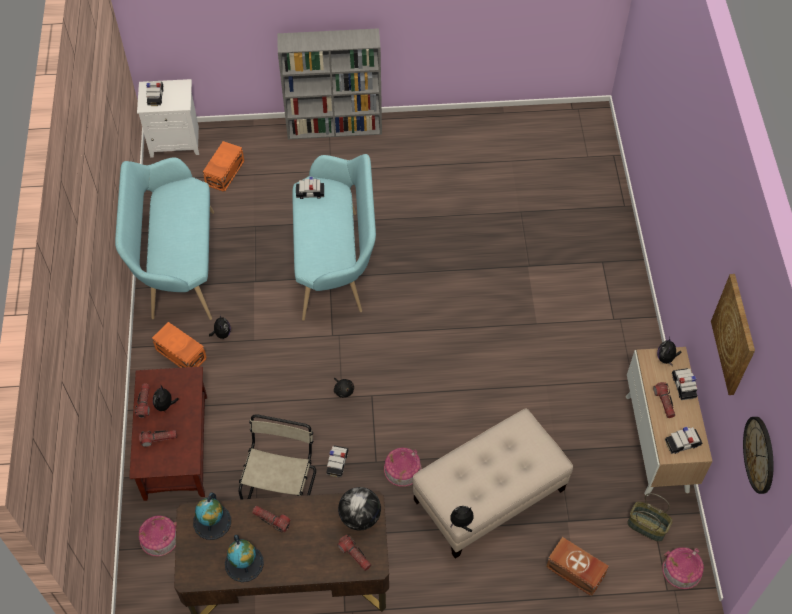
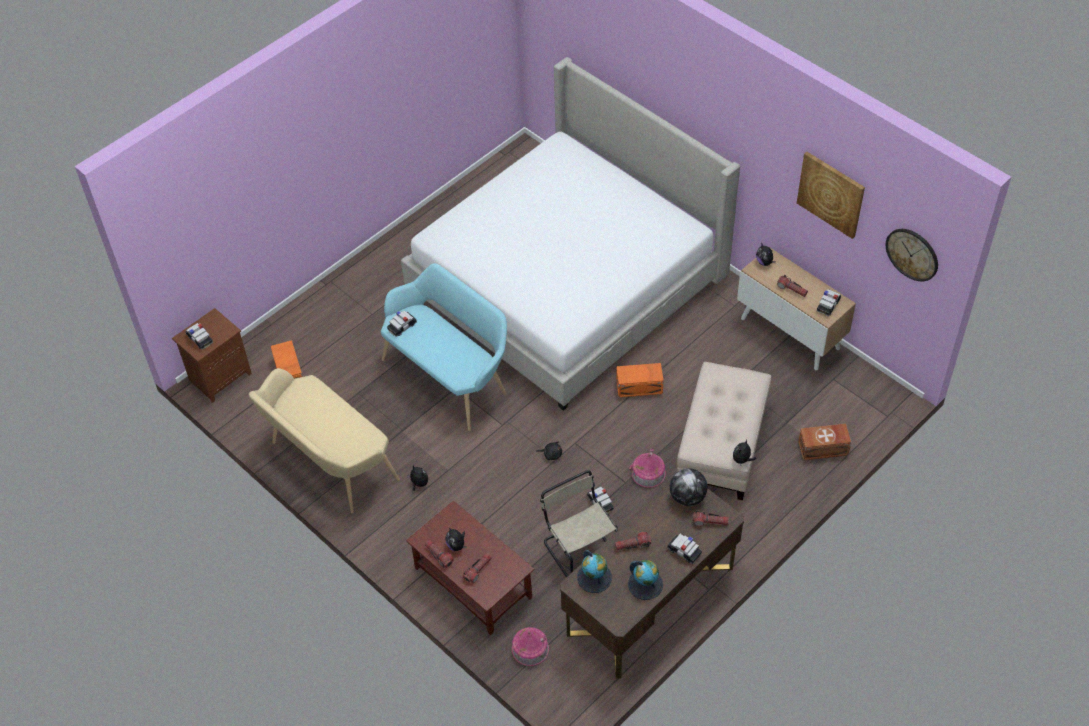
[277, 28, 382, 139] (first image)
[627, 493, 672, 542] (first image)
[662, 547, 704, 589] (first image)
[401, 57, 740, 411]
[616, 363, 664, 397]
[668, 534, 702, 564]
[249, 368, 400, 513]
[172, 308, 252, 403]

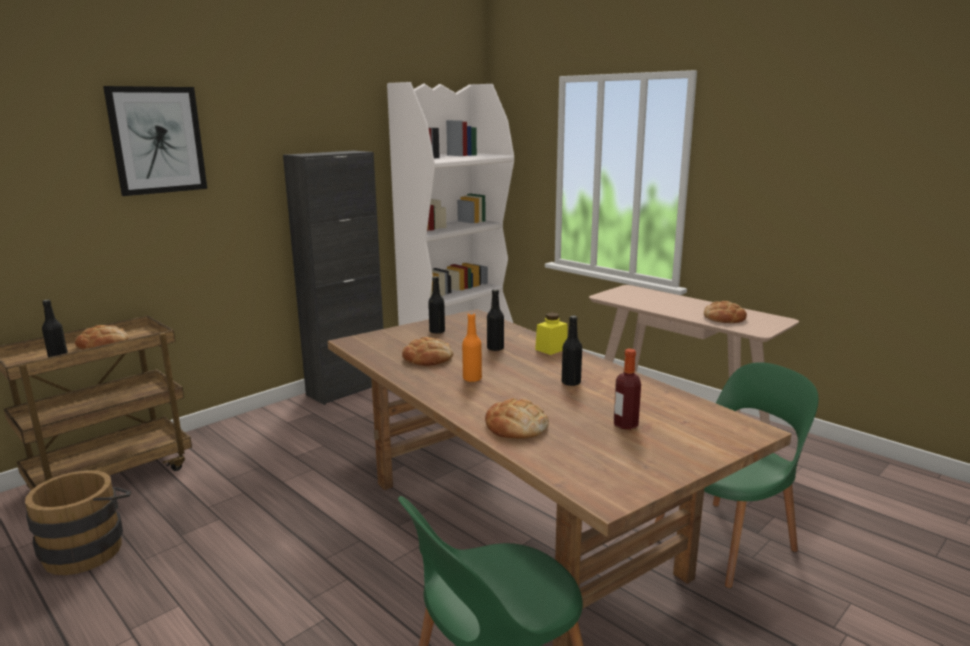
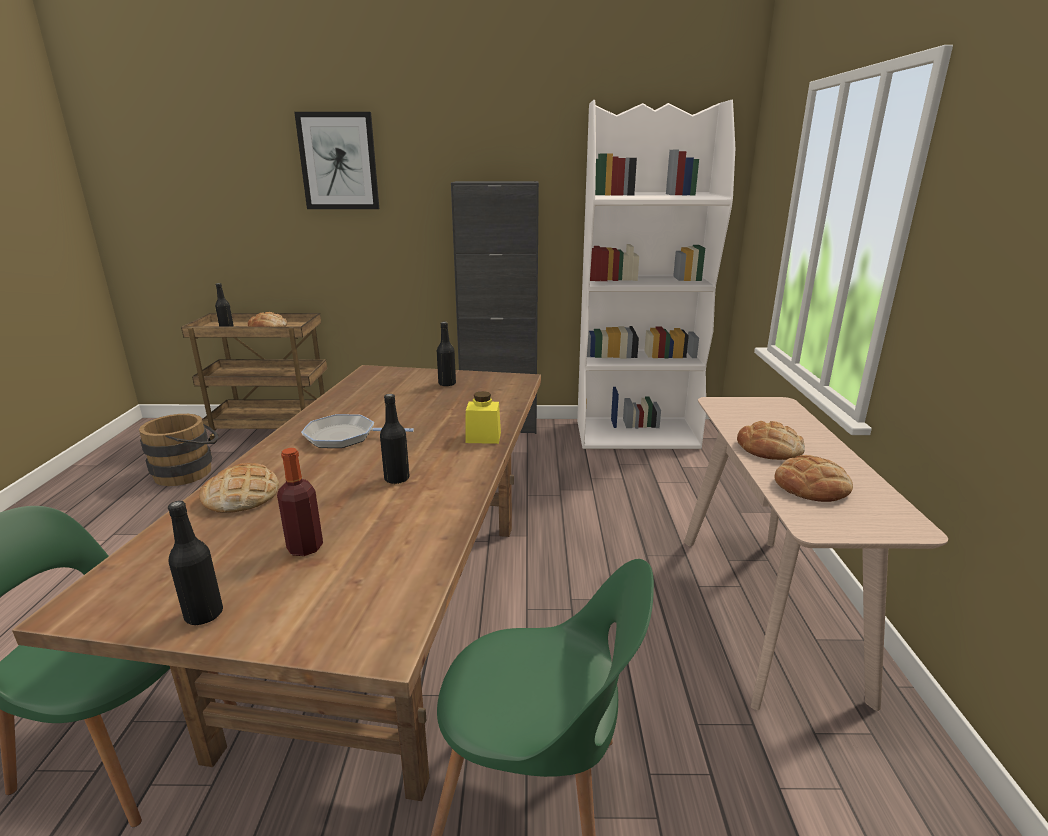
[737, 421, 805, 460]
[168, 501, 223, 626]
[301, 414, 414, 448]

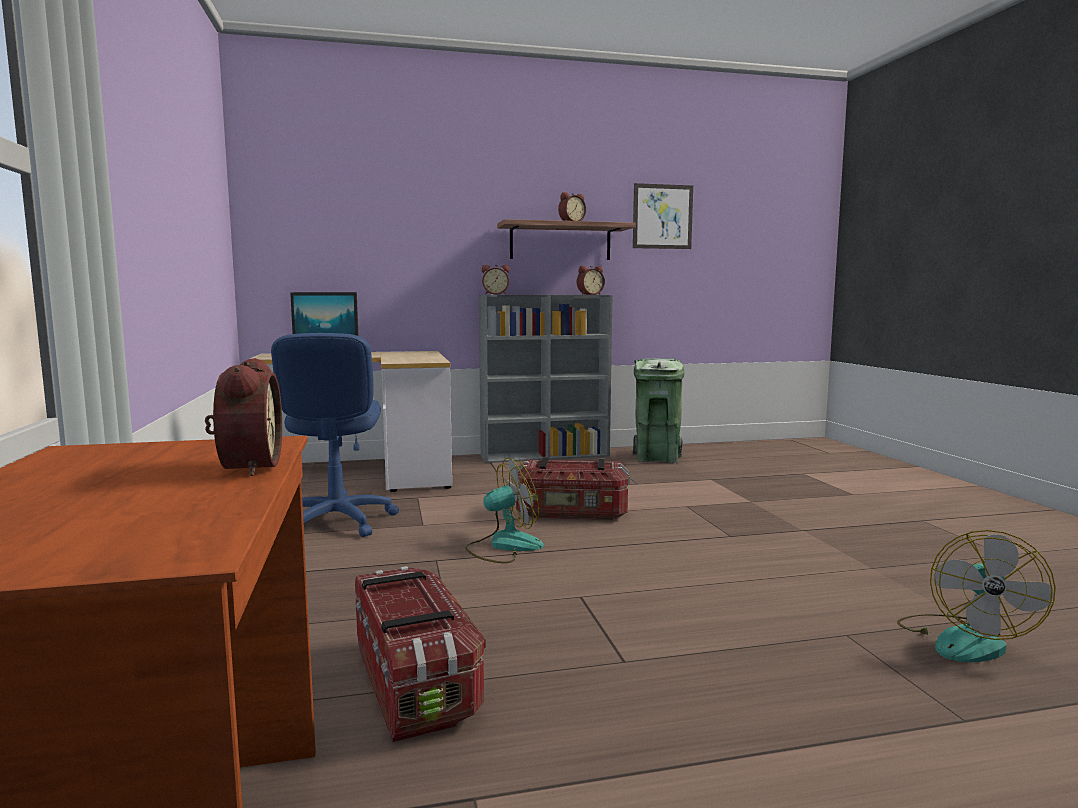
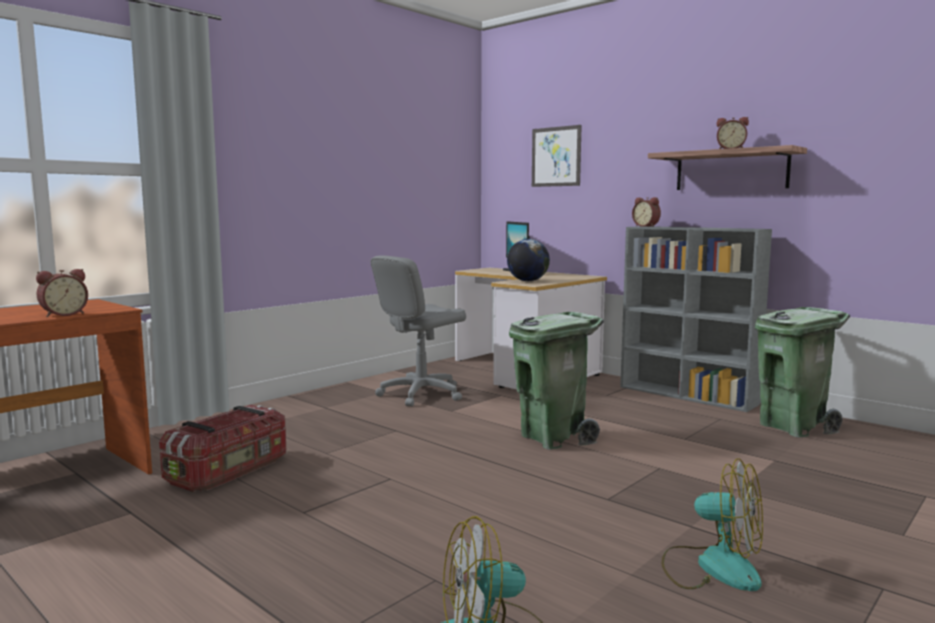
[577, 266, 605, 295] (first image)
[507, 239, 550, 281]
[662, 458, 763, 591]
[532, 125, 582, 187]
[509, 312, 604, 450]
[371, 256, 466, 407]

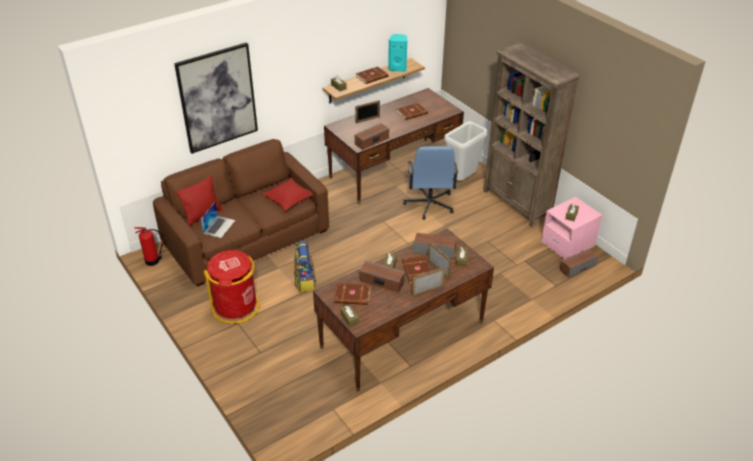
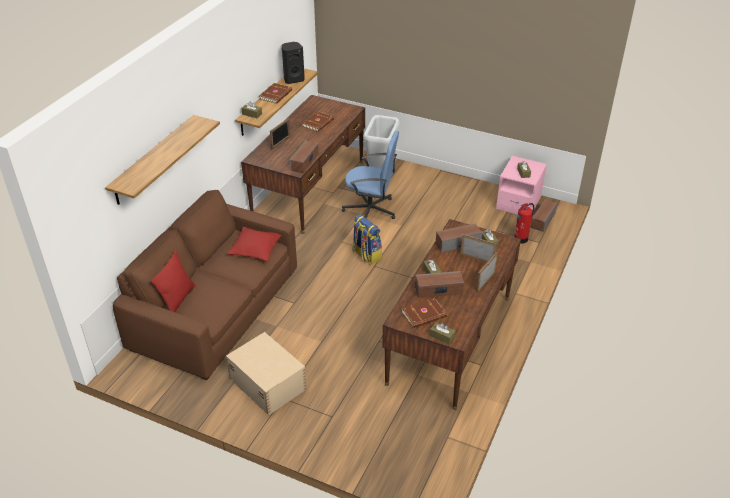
[201, 201, 235, 238] (first image)
[402, 256, 430, 284] (first image)
[483, 43, 581, 227] (first image)
[514, 203, 534, 244]
[352, 214, 382, 265]
[105, 115, 220, 205]
[226, 332, 307, 416]
[282, 42, 305, 84]
[342, 131, 399, 219]

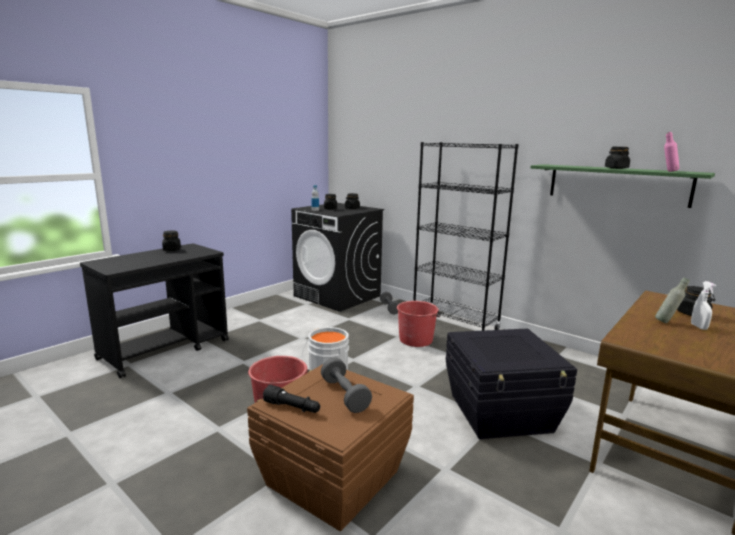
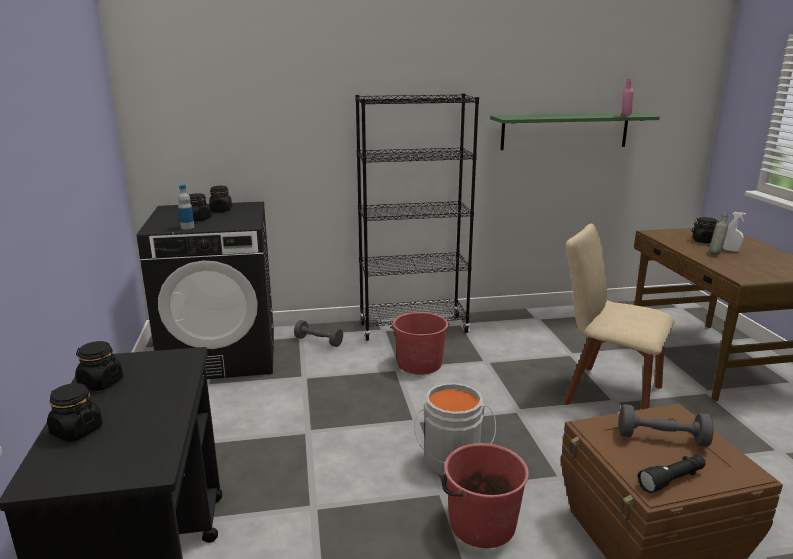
[47, 383, 102, 442]
[563, 224, 675, 410]

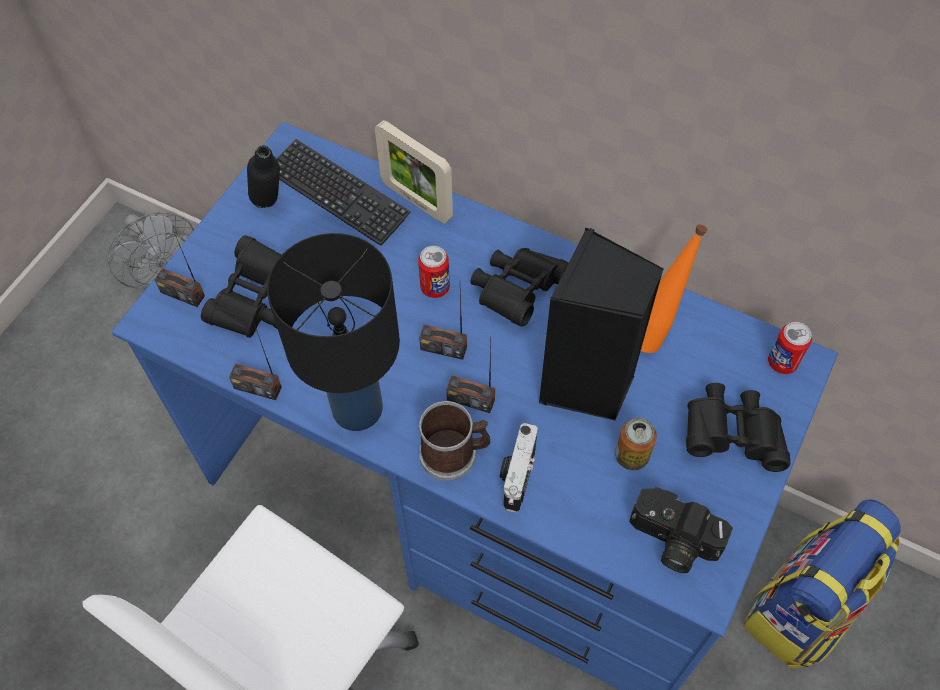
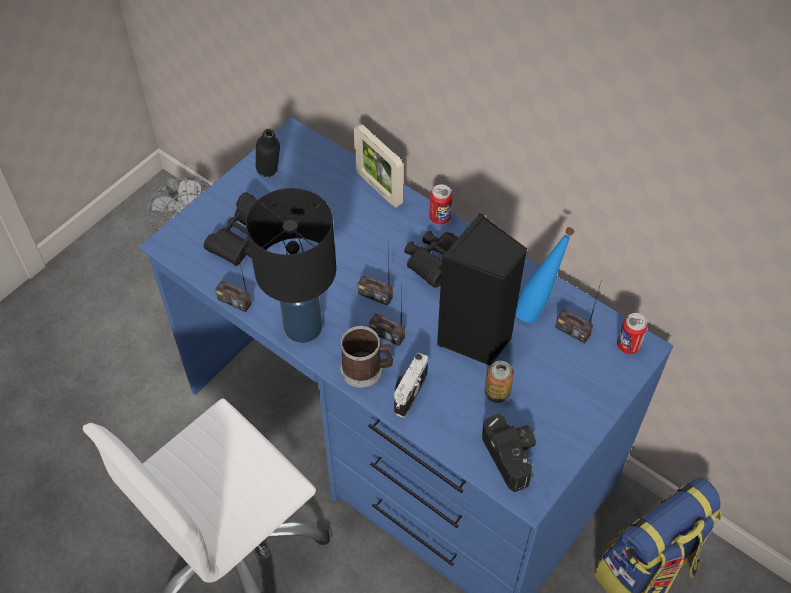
[277, 139, 411, 246] (first image)
[686, 383, 790, 472] (first image)
[555, 283, 601, 343]
[429, 184, 452, 225]
[516, 227, 575, 323]
[482, 414, 536, 492]

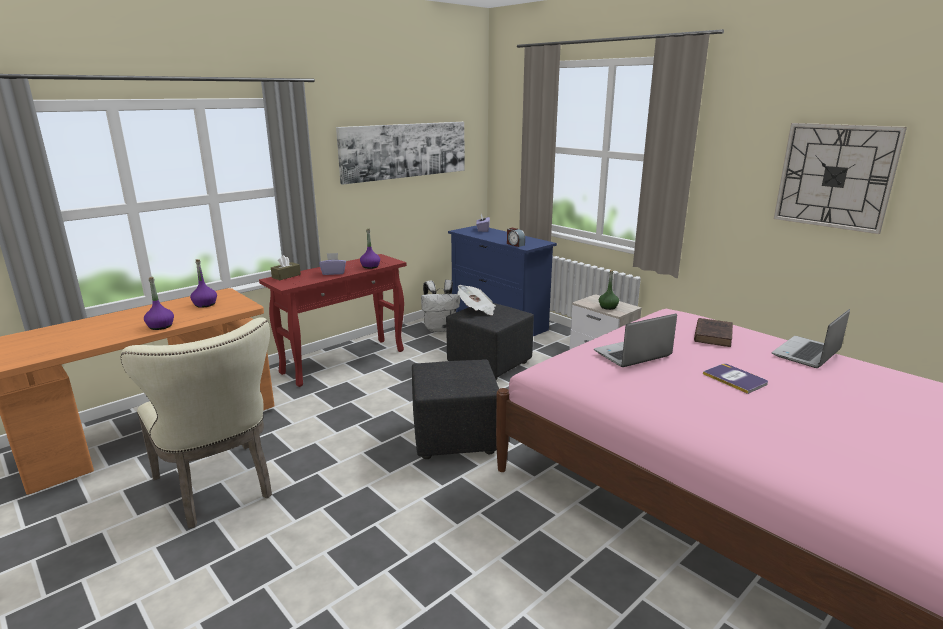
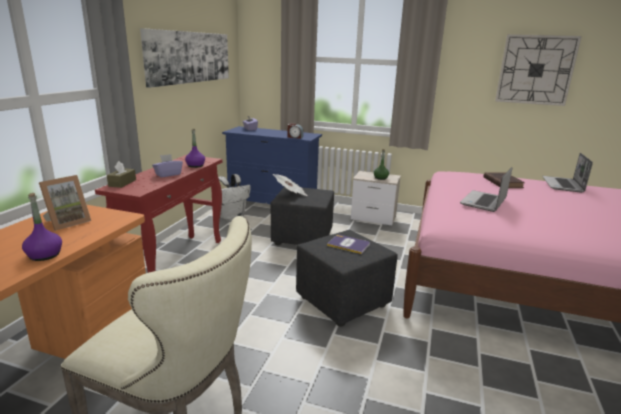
[327, 235, 370, 254]
[39, 175, 91, 231]

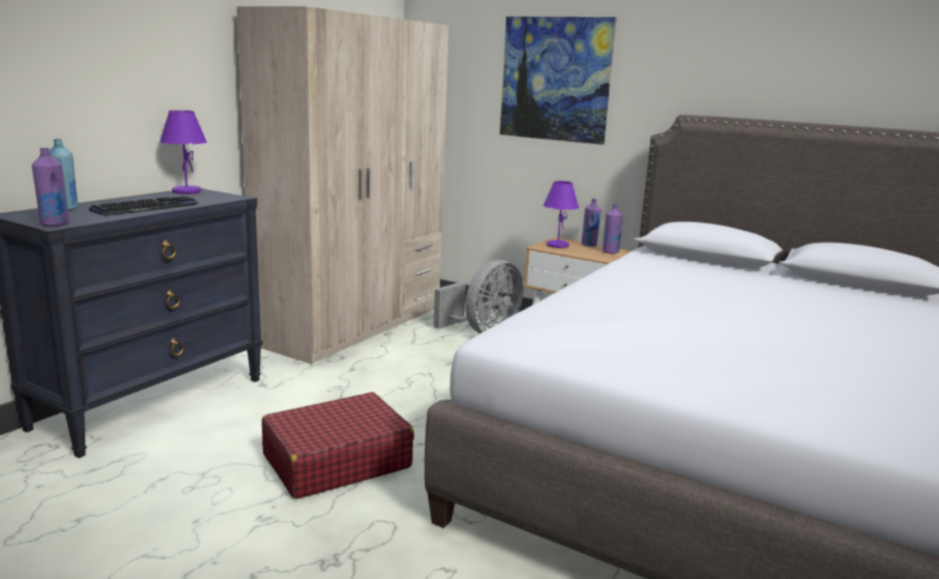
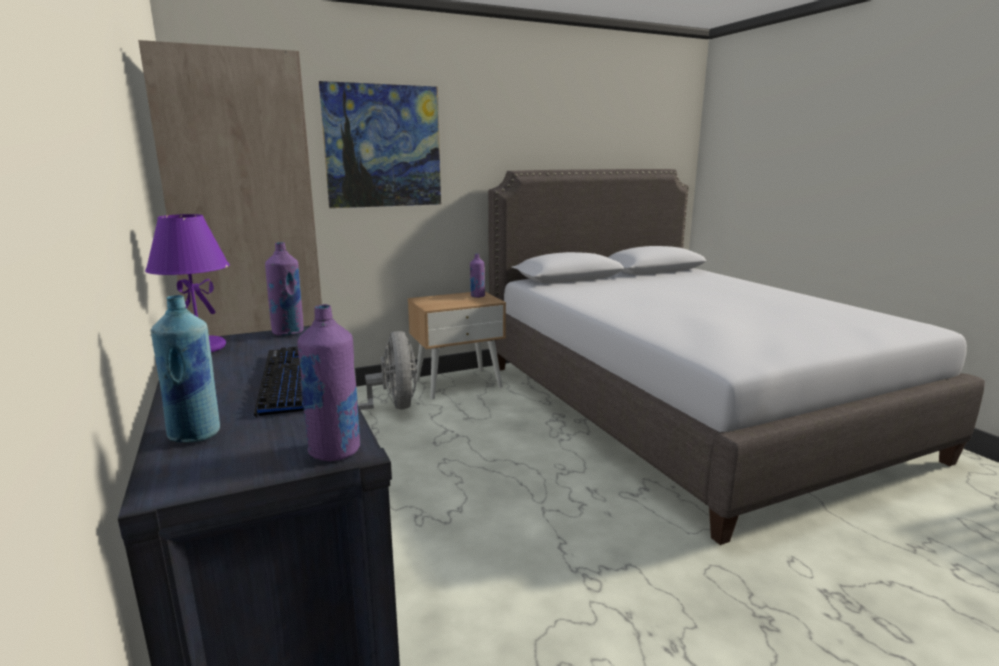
[262, 392, 414, 499] (first image)
[543, 181, 579, 248] (first image)
[265, 242, 304, 336]

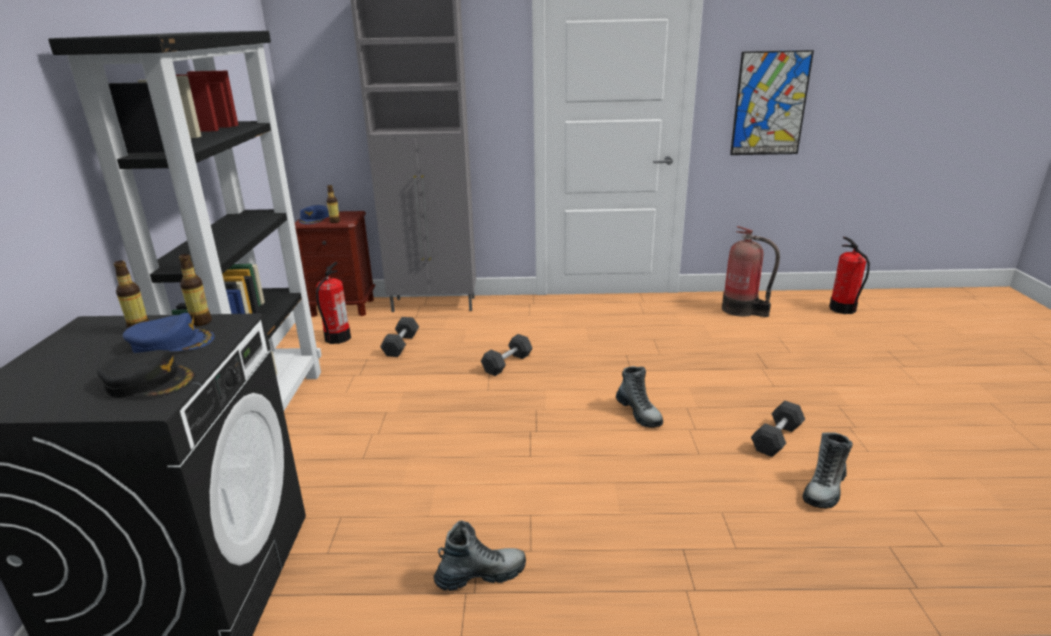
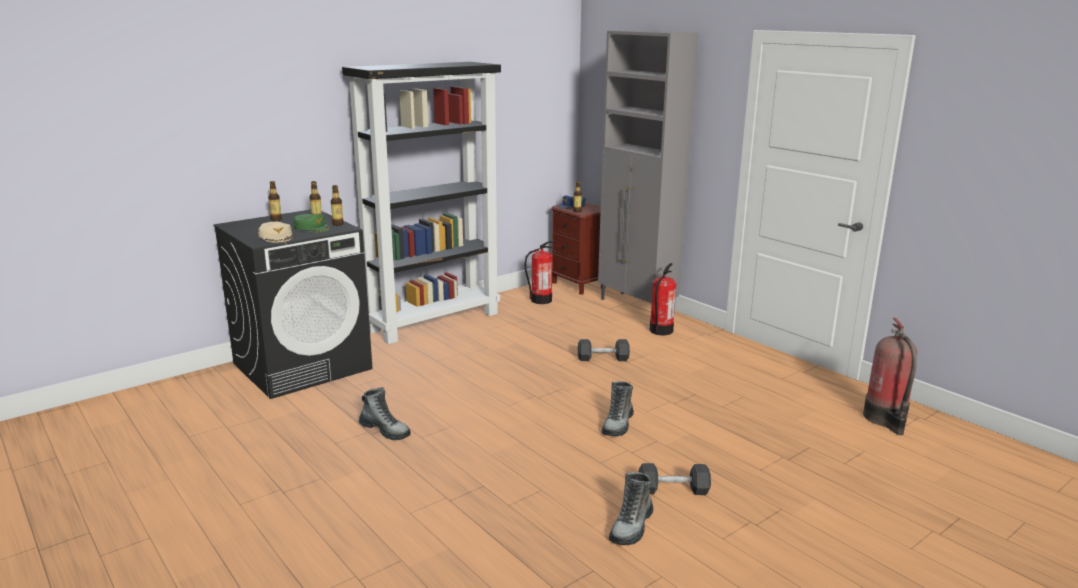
[380, 317, 419, 357] (first image)
[730, 50, 814, 155] (first image)
[268, 181, 282, 221]
[650, 263, 676, 336]
[258, 222, 293, 243]
[294, 214, 331, 233]
[609, 472, 654, 545]

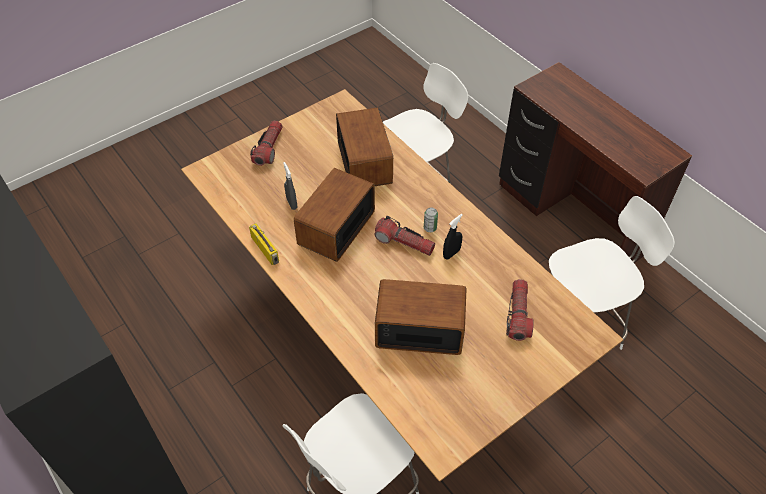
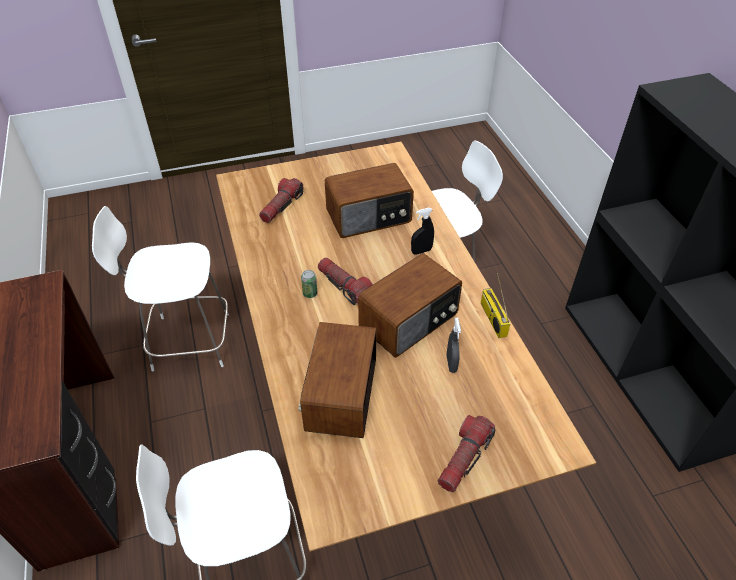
[411, 208, 434, 255]
[325, 163, 414, 238]

